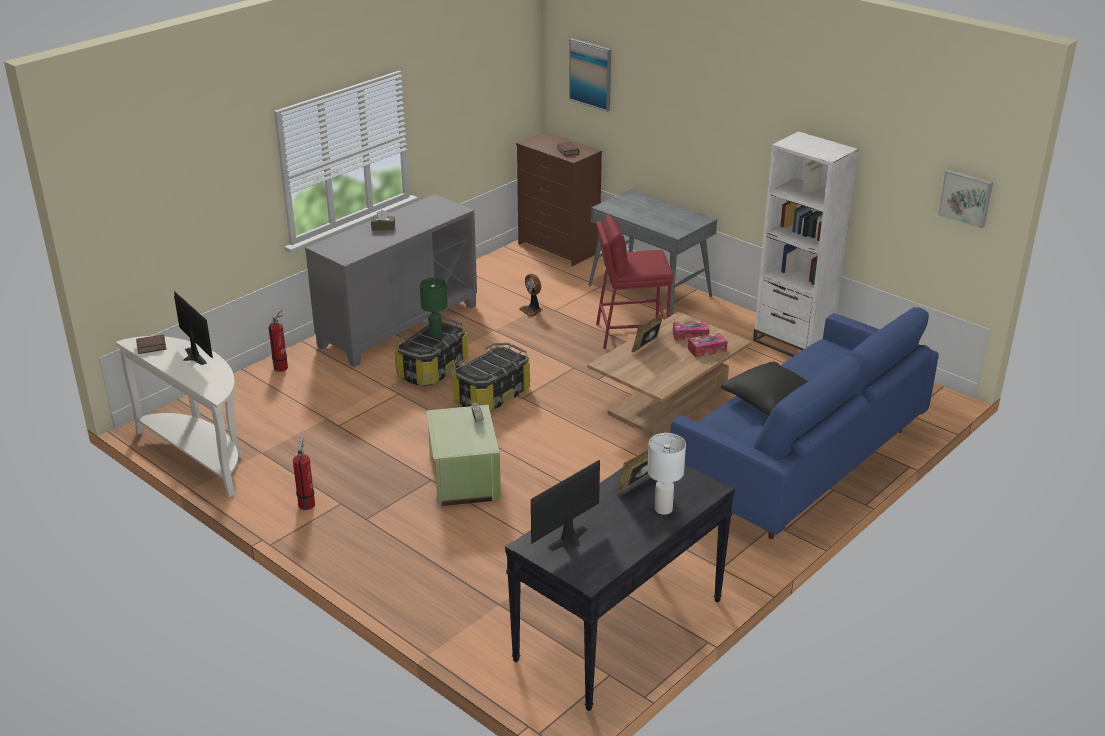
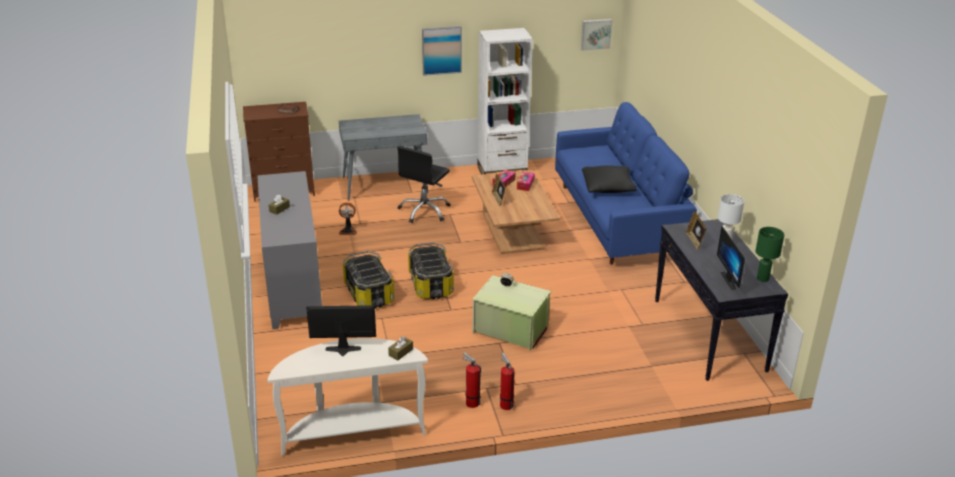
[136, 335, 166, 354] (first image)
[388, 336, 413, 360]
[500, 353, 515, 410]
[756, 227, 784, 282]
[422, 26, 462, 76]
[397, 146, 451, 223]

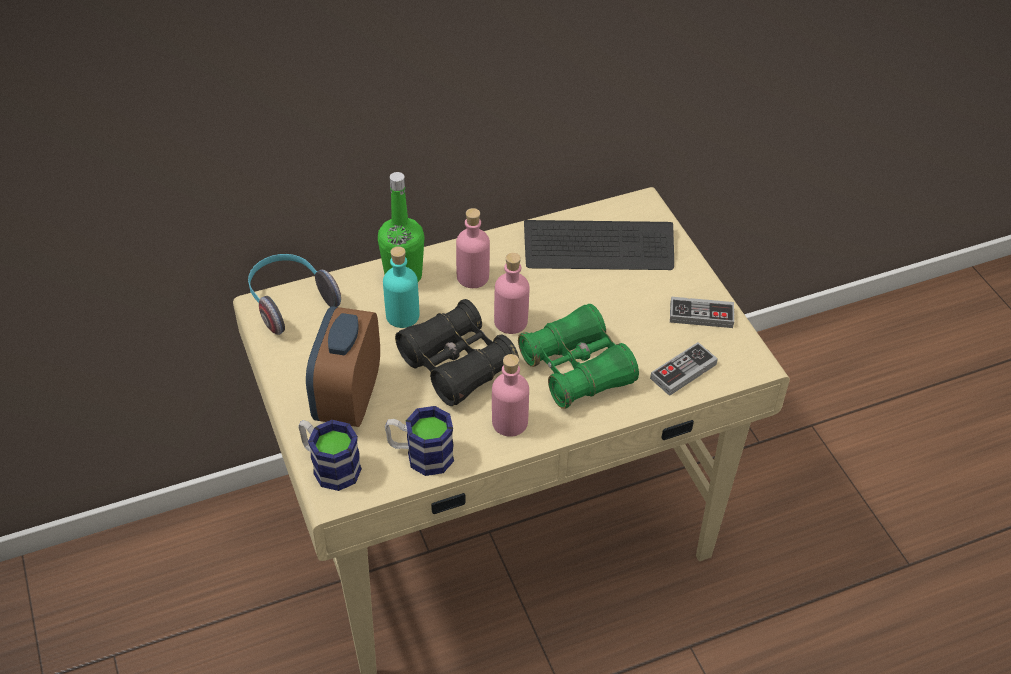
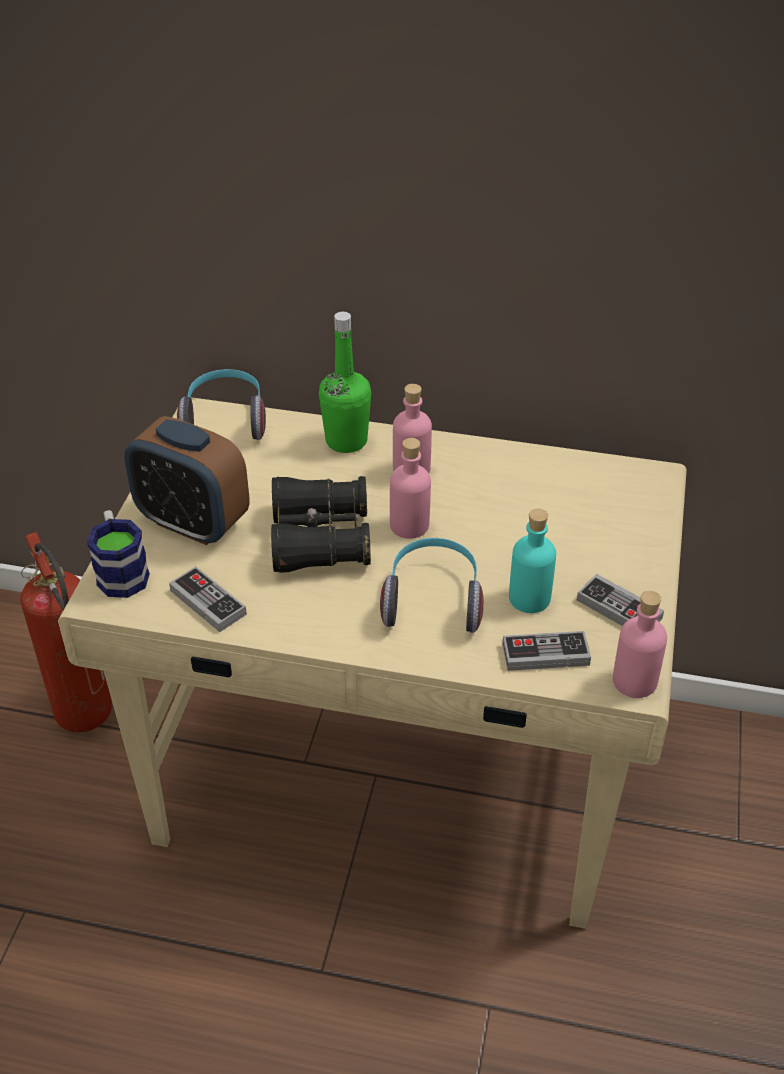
[524, 220, 674, 270] (first image)
[20, 532, 112, 732]
[509, 509, 556, 613]
[613, 591, 667, 698]
[169, 566, 247, 632]
[380, 538, 484, 633]
[124, 416, 250, 545]

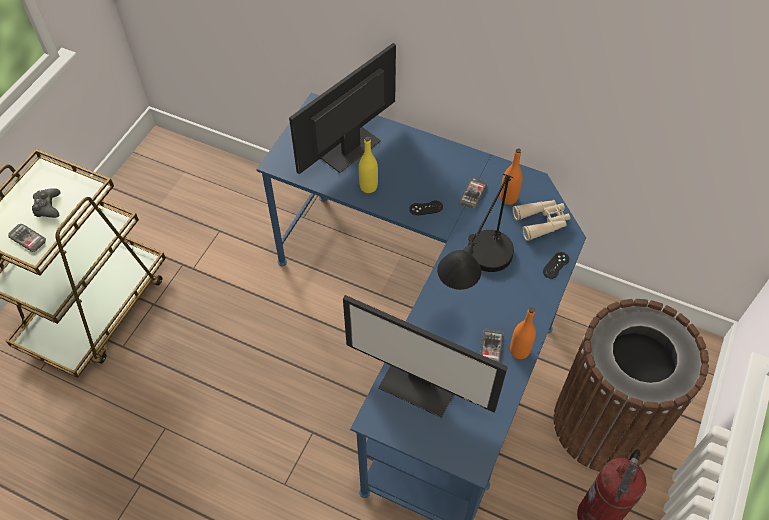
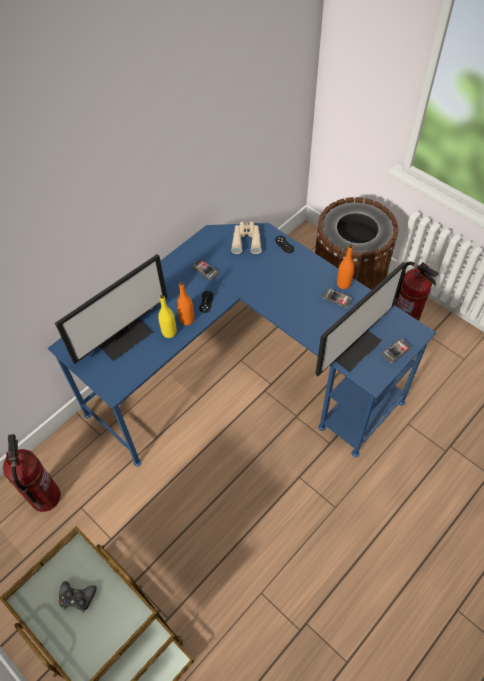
[437, 174, 514, 290] (first image)
[3, 434, 61, 512]
[381, 339, 411, 363]
[177, 282, 194, 325]
[55, 254, 168, 364]

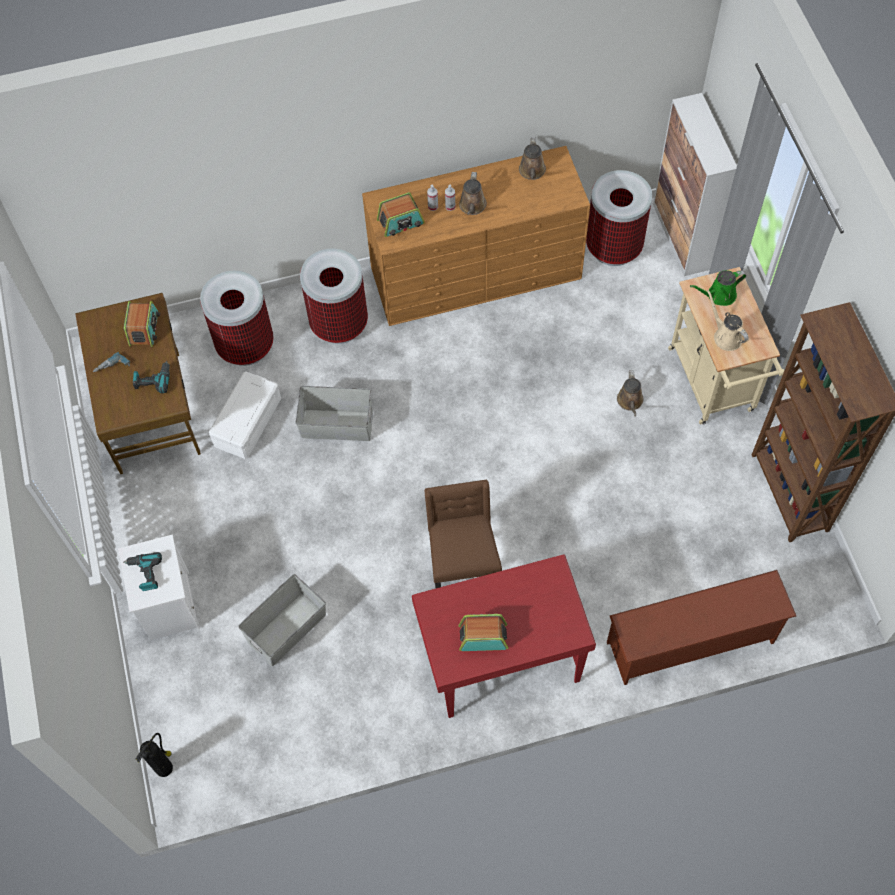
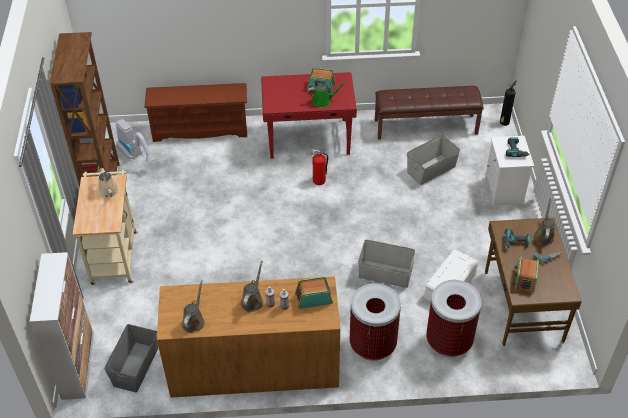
[116, 119, 156, 162]
[375, 86, 484, 140]
[533, 199, 555, 246]
[308, 81, 347, 108]
[311, 149, 328, 185]
[104, 324, 158, 393]

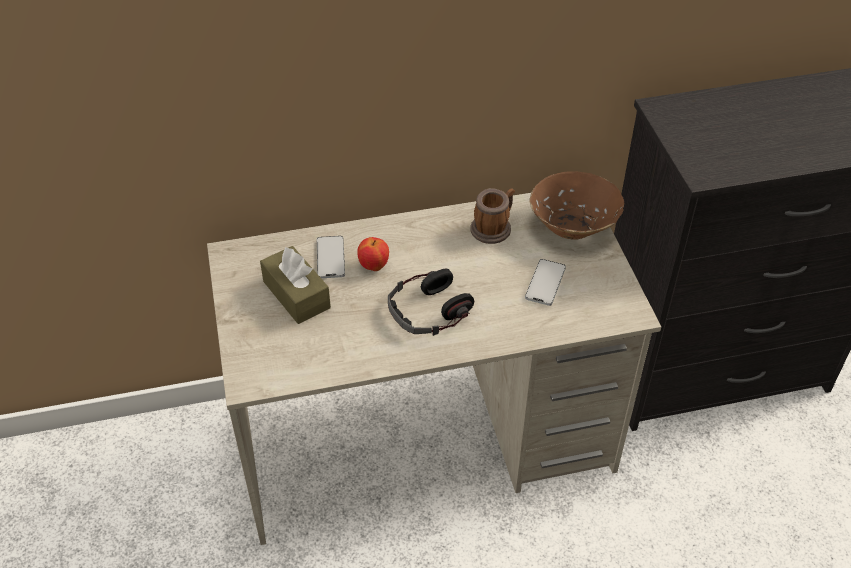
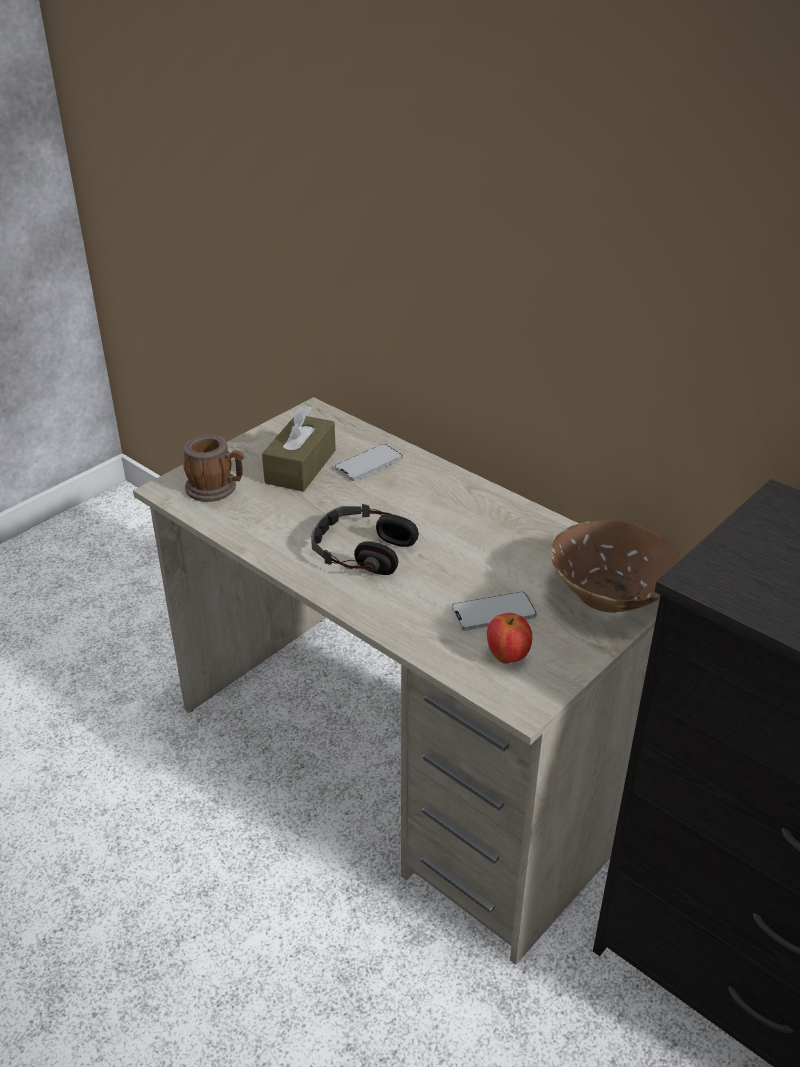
[487, 613, 532, 664]
[183, 435, 244, 502]

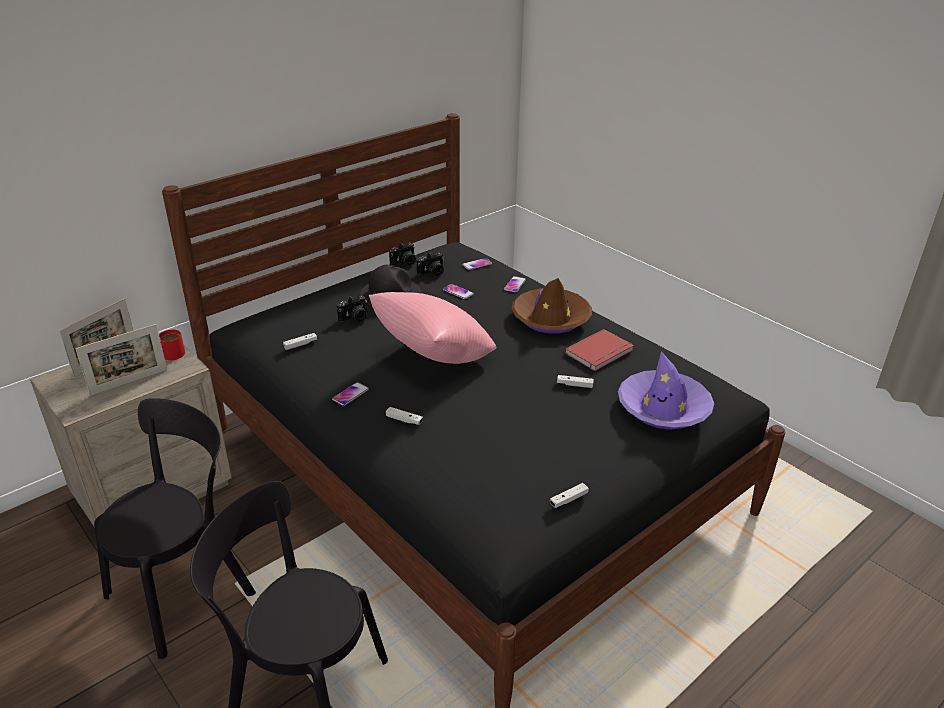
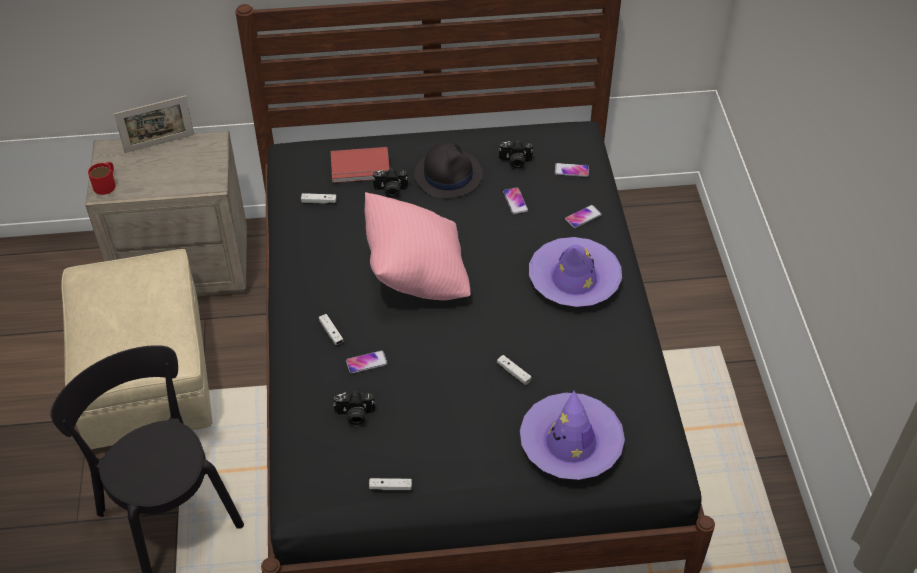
[75, 324, 167, 395] (first image)
[88, 162, 116, 195]
[346, 351, 388, 374]
[333, 391, 375, 427]
[331, 147, 389, 183]
[61, 249, 212, 449]
[529, 237, 622, 307]

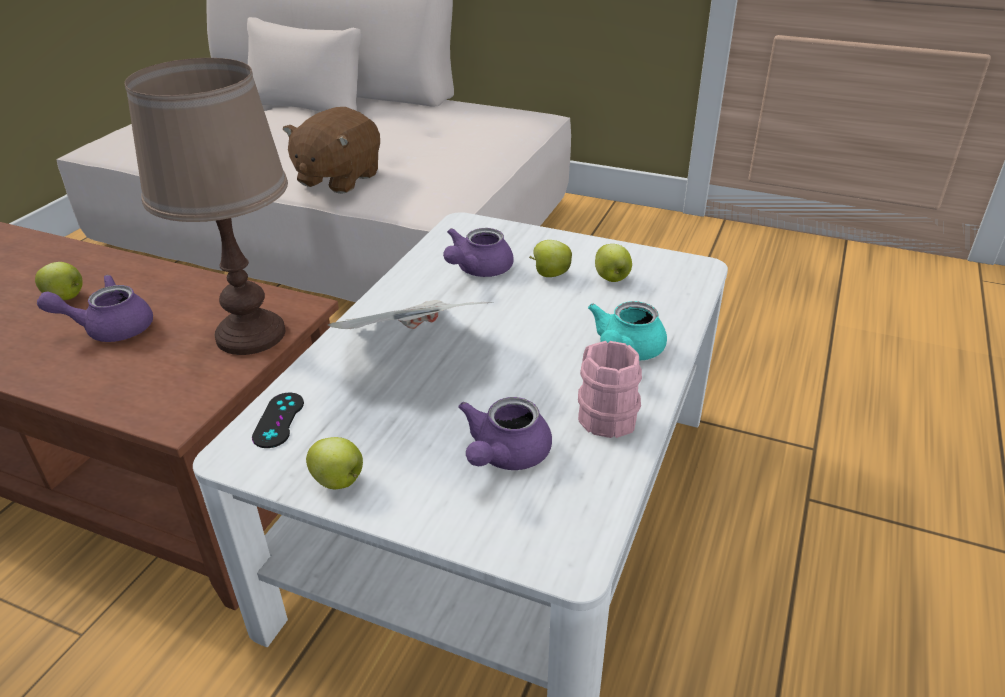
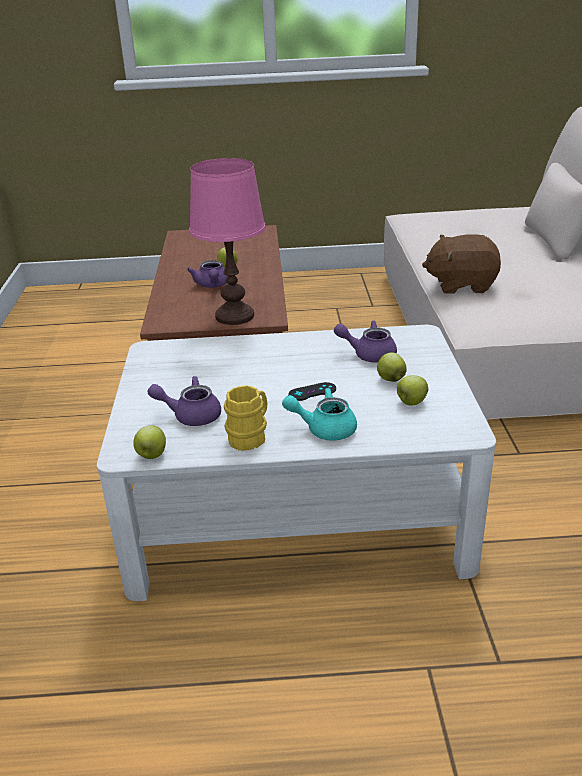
[328, 300, 493, 329] (first image)
[288, 382, 336, 401]
[133, 425, 166, 459]
[189, 158, 266, 325]
[224, 385, 267, 451]
[187, 260, 228, 288]

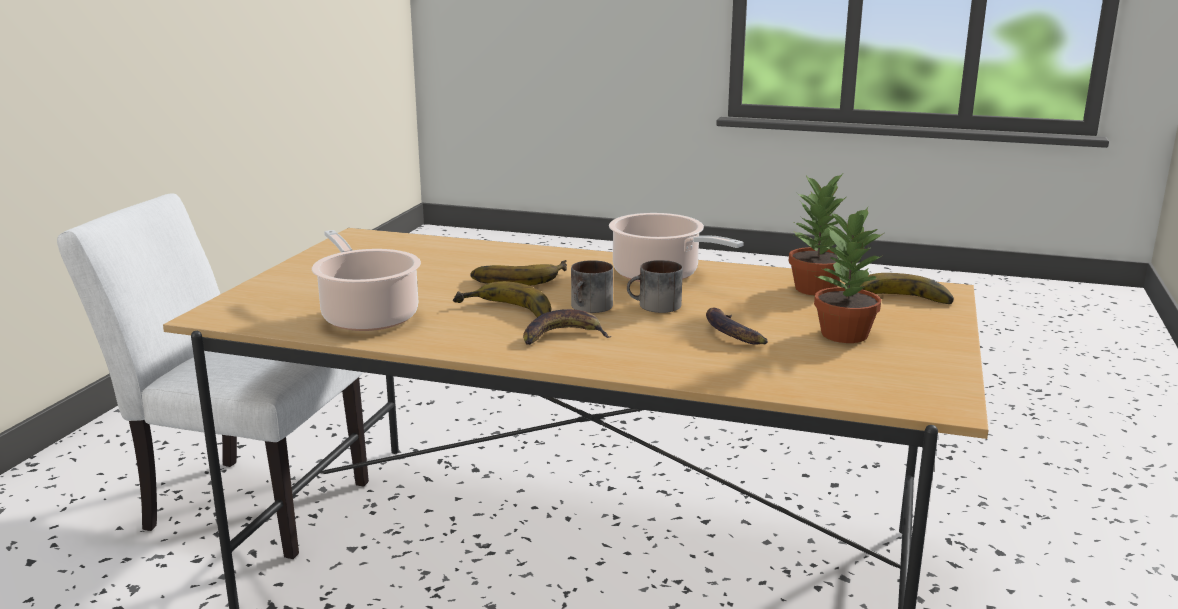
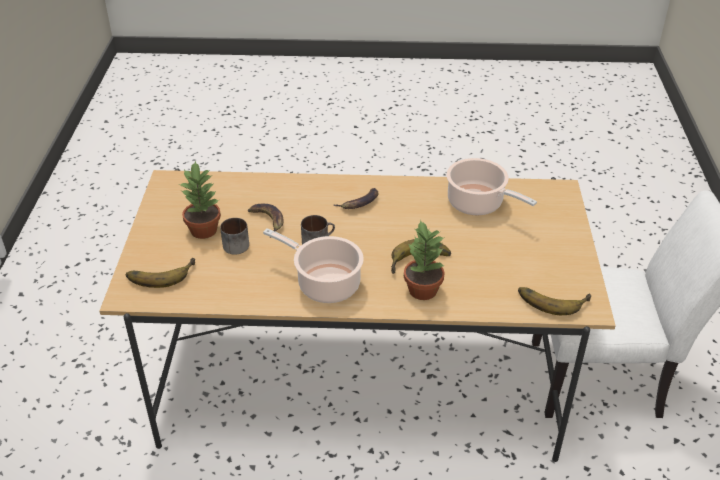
[518, 287, 591, 315]
[220, 218, 249, 254]
[404, 219, 445, 300]

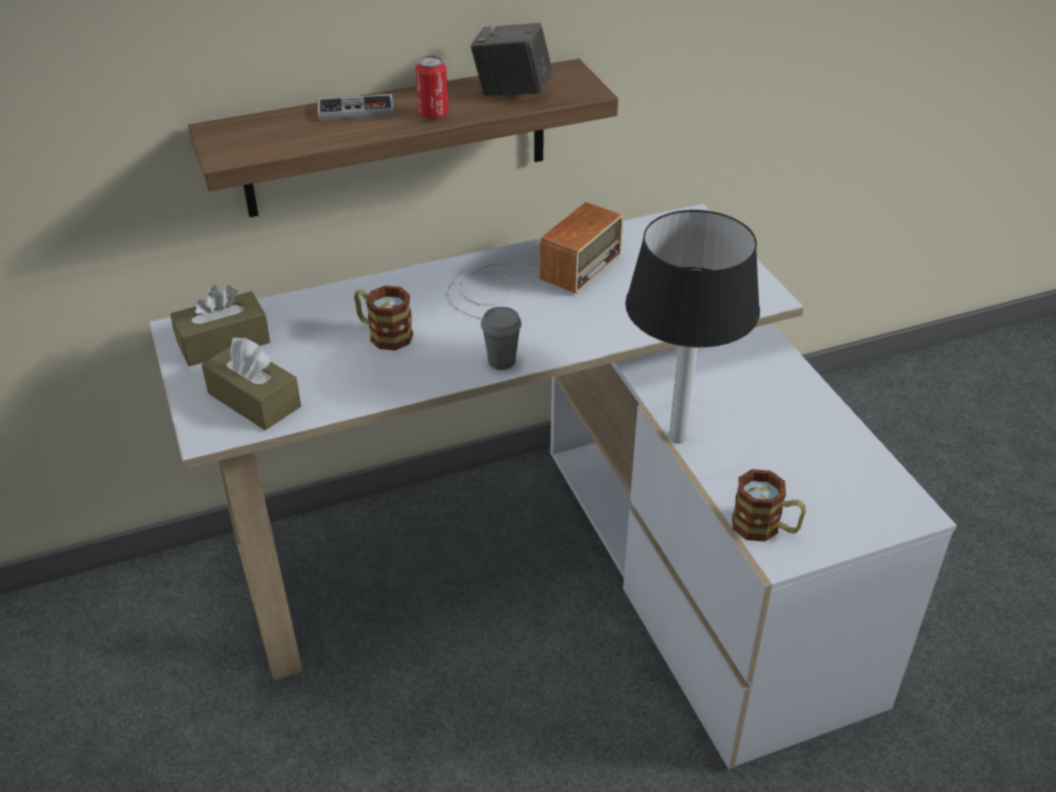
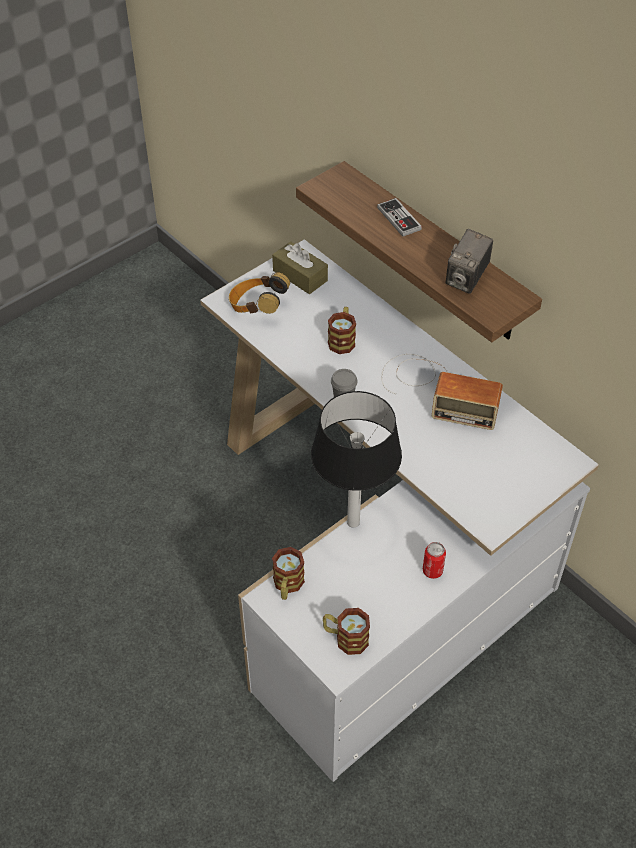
[323, 608, 370, 655]
[423, 542, 446, 579]
[229, 273, 290, 314]
[446, 229, 493, 294]

